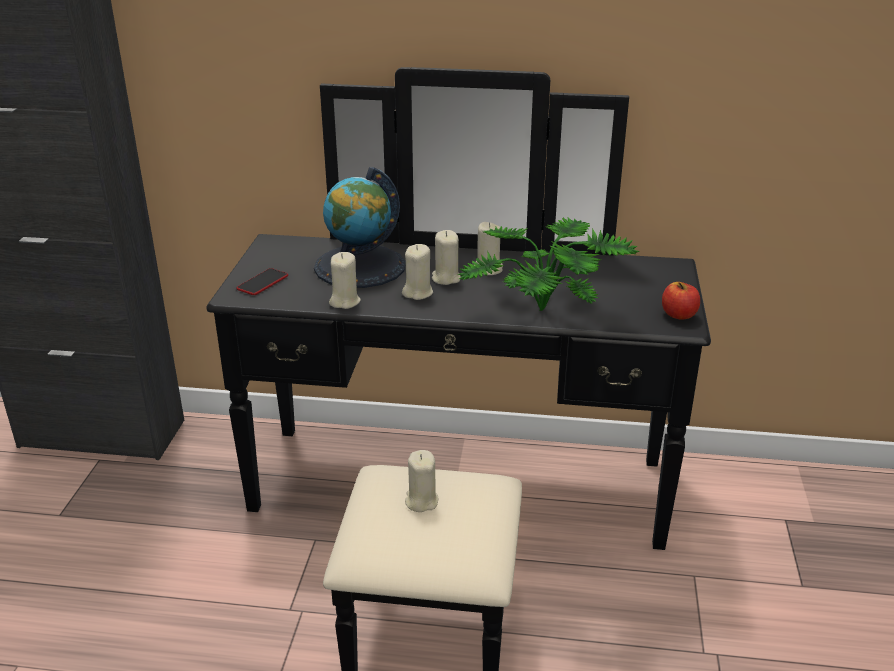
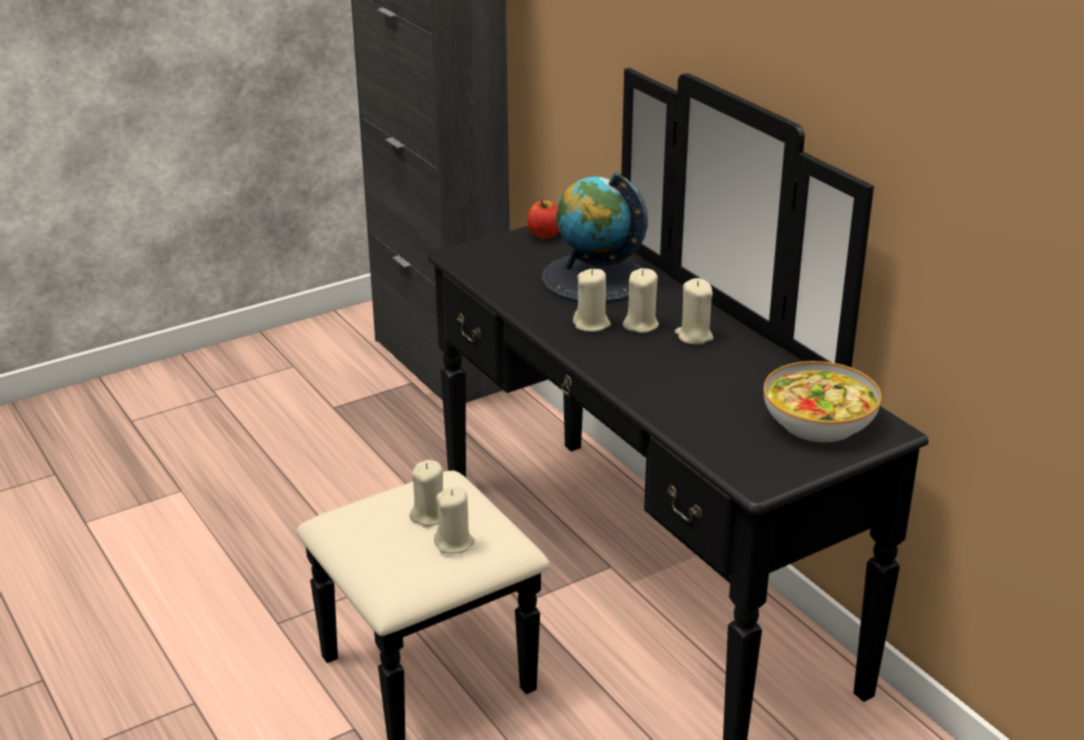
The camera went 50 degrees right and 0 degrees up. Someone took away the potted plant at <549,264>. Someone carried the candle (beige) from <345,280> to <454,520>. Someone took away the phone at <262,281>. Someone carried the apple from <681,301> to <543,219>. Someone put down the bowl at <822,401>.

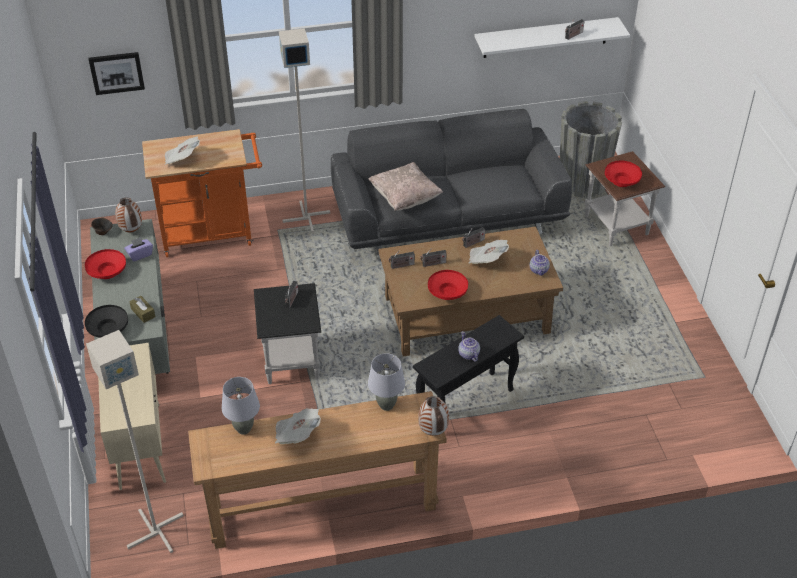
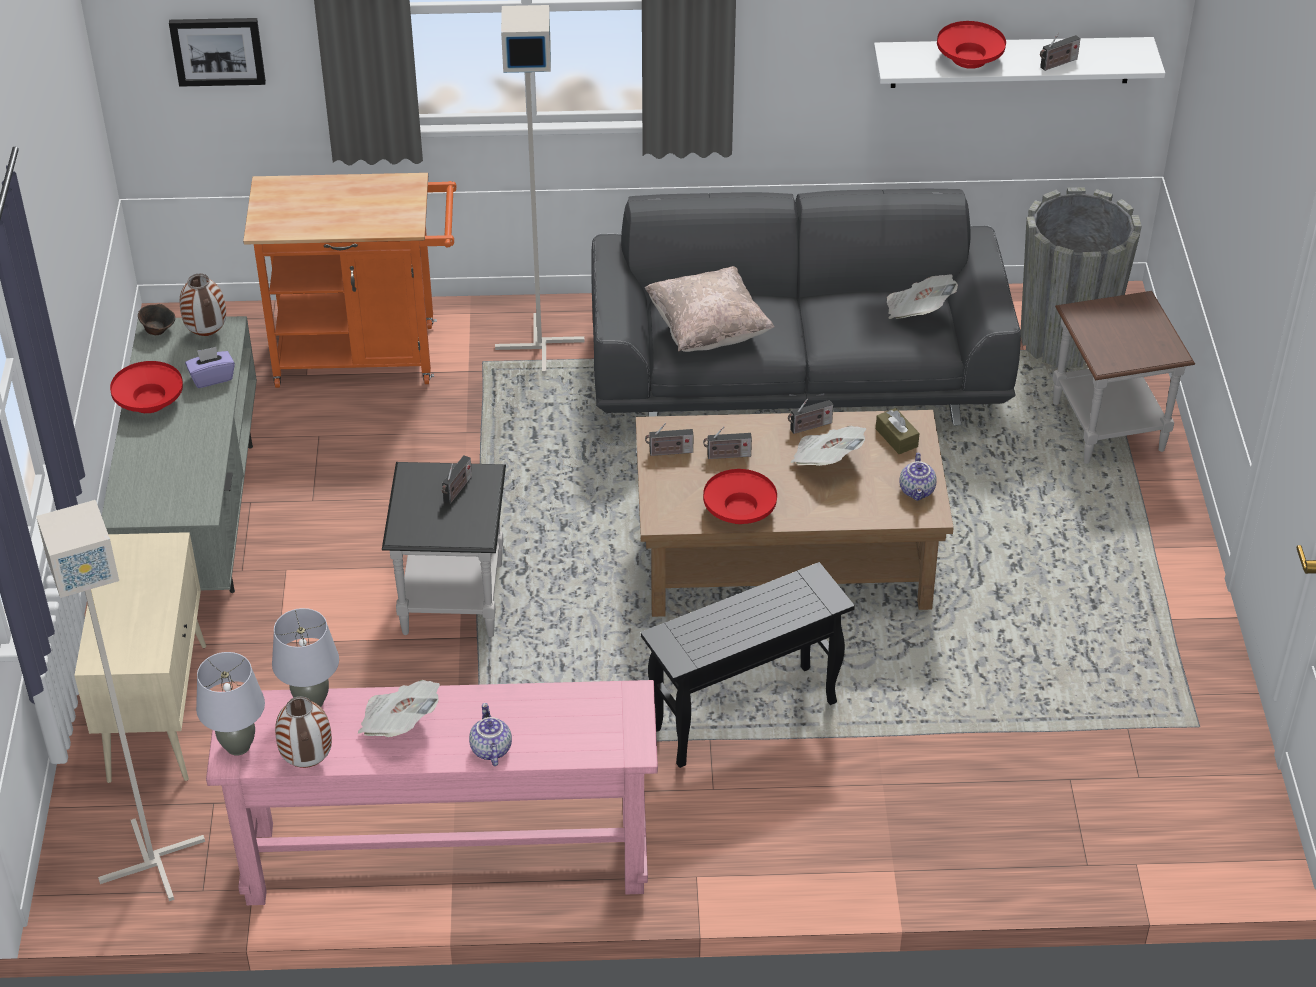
The camera went 10 degrees right and 0 degrees up. Someone carried the newspaper from <182,150> to <922,296>. Someone carried the bowl (red) from <623,174> to <971,44>. Someone carried the tissue box (brown) from <142,309> to <898,431>. Someone took away the bowl (black) at <106,321>. Someone carried the teapot from <469,346> to <490,734>. Someone carried the table lamp (grey) from <386,382> to <230,703>. Someone repainted the console table (brown) at <317,470>, which became the console table (pink) at <432,792>. Someone carried the vase from <433,416> to <303,732>.

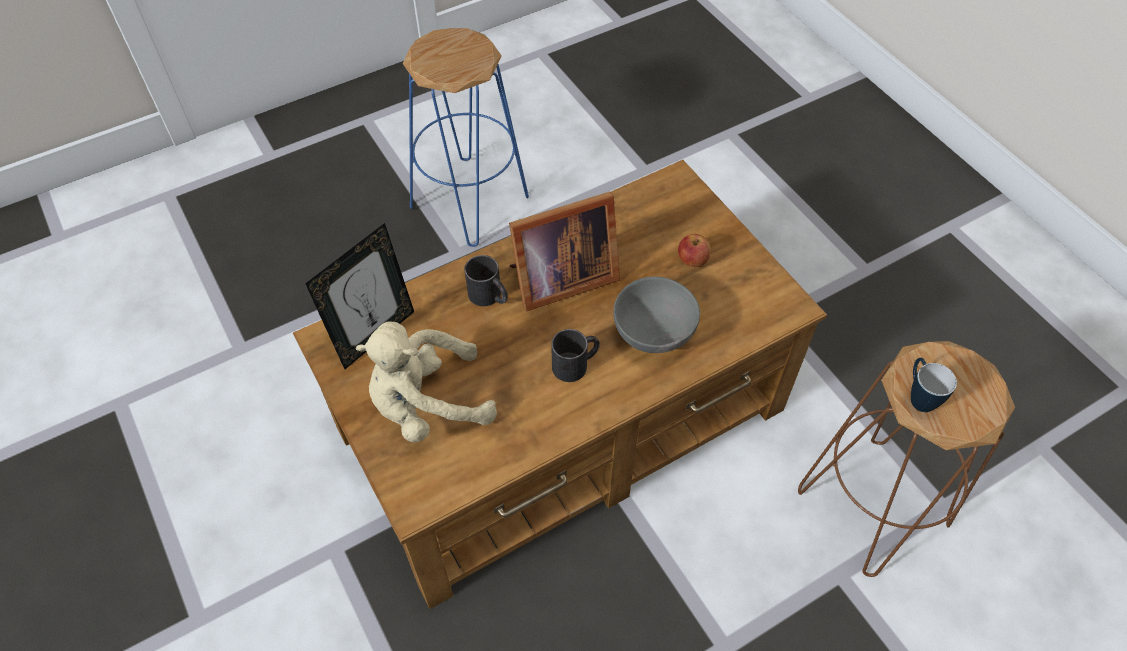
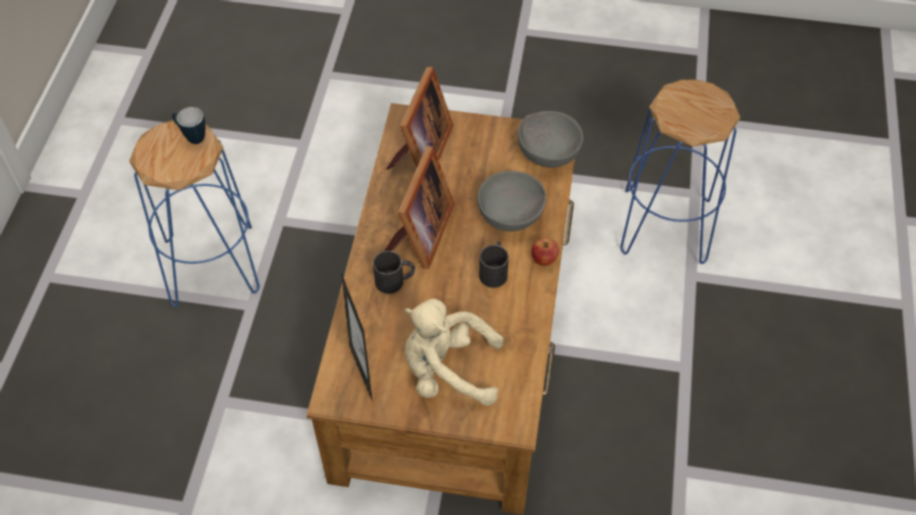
The camera went 50 degrees left and 0 degrees up. Someone carried the apple from <694,250> to <545,252>. Someone rotated the plush toy (beige) at <426,382> by 75 degrees clockwise. Someone repainted the stool (brown) at <906,459>, which became the stool (blue) at <680,171>. Someone carried the mug from <934,385> to <189,125>. Someone put down the picture frame at <420,118>. Someone put down the bowl (grey) at <550,139>.

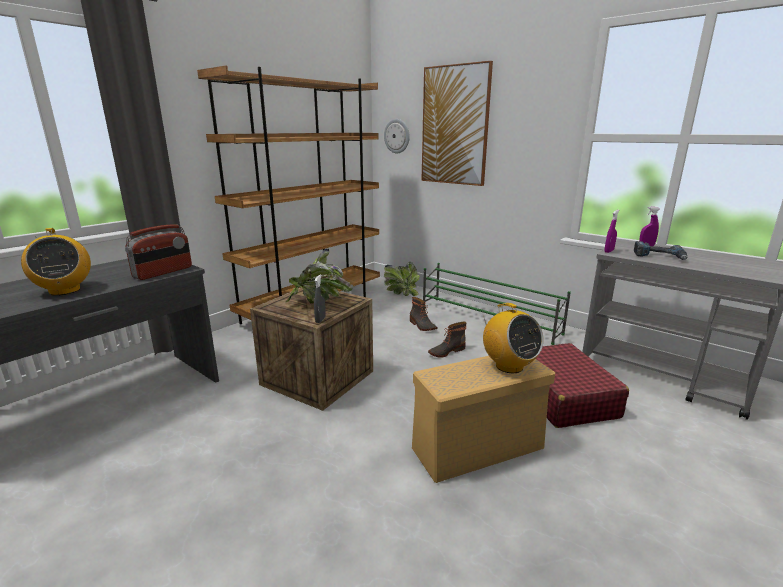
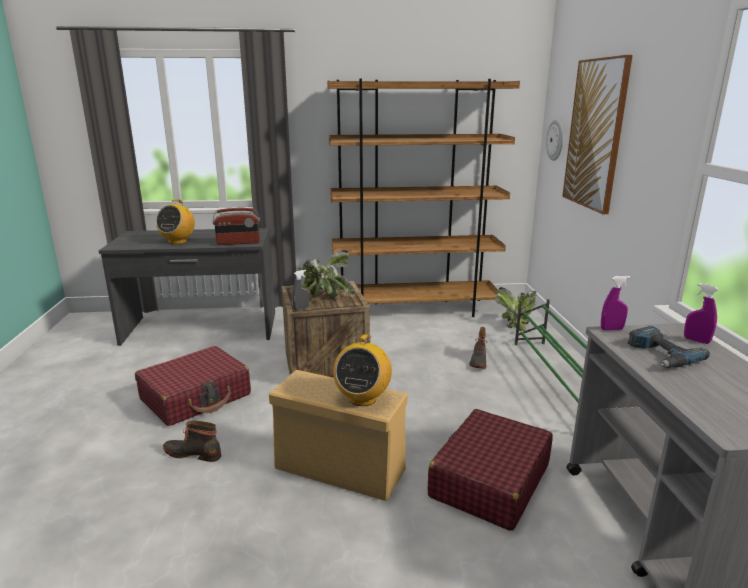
The camera went 45 degrees right and 0 degrees up. Someone carried the boot from <447,340> to <192,441>. Someone put down the suitcase (red) at <193,386>.

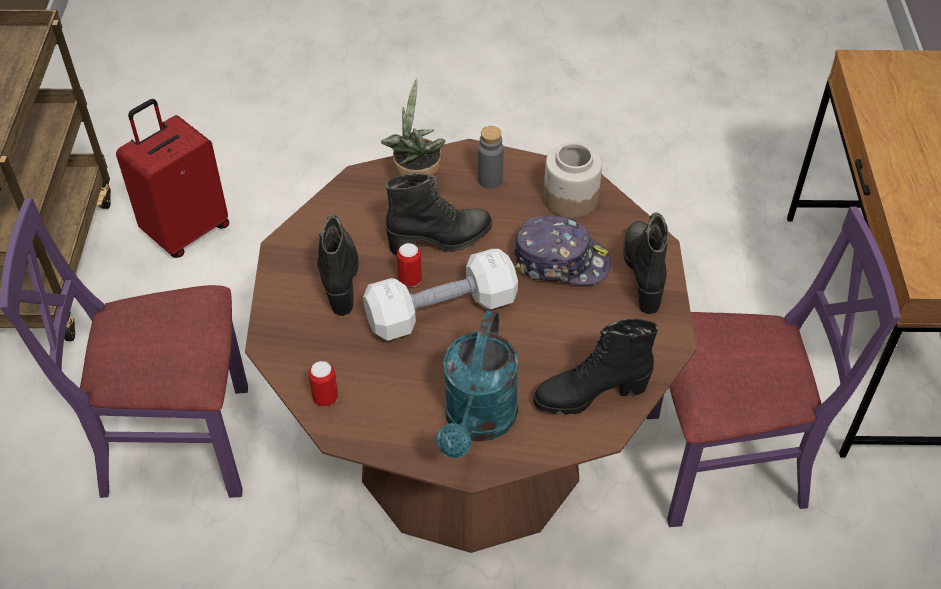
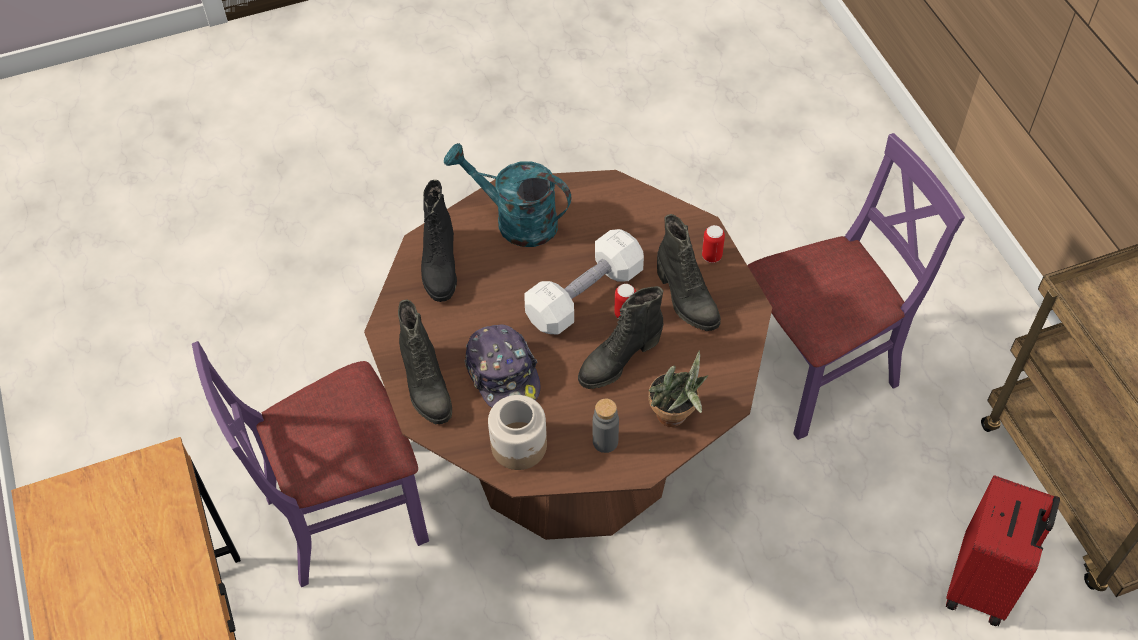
The camera went 160 degrees right and 5 degrees up. Someone rotated the cap at <562,250> by 105 degrees counterclockwise. Someone rotated the watering can (turquoise) at <477,384> by 60 degrees counterclockwise. Someone rotated the boot (black) at <595,366> by 120 degrees clockwise. Someone carried the can from <323,383> to <713,244>.

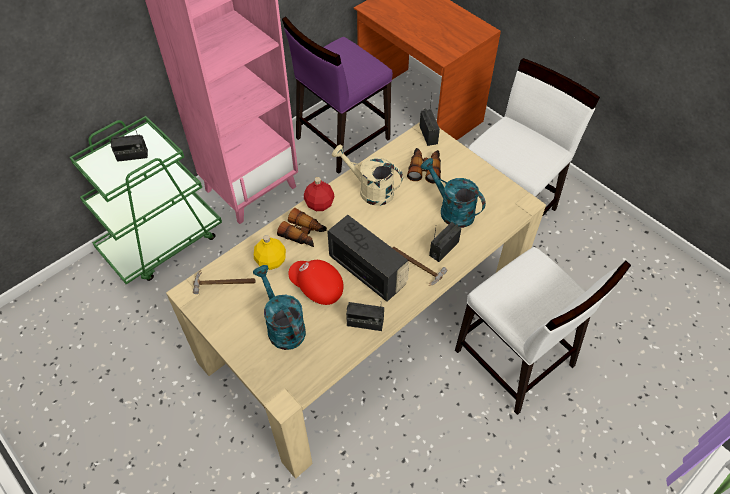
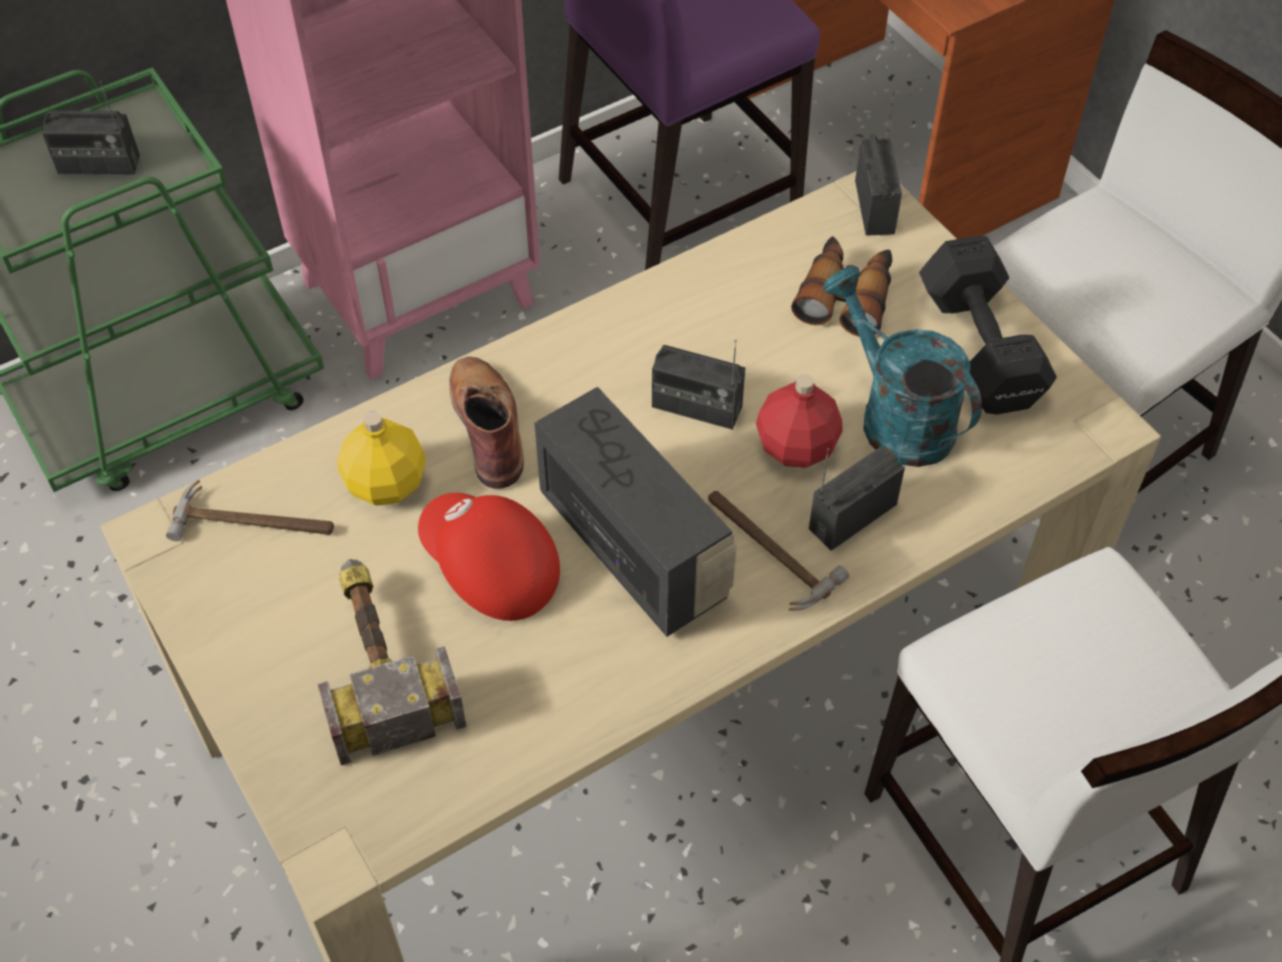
The camera went 10 degrees right and 0 degrees up. Someone took away the watering can (beige) at <367,175>. Someone carried the bottle (red) from <319,194> to <799,421>. Someone swapped the binoculars at <302,227> for the boot (brown) at <486,423>. Someone swapped the watering can (turquoise) at <279,307> for the hammer at <392,662>. Someone carried the radio from <365,316> to <698,385>. Someone put down the dumbbell (black) at <988,325>.

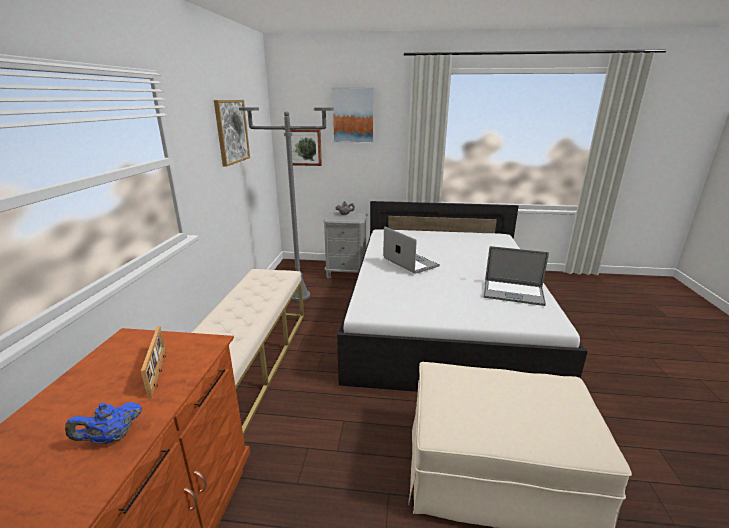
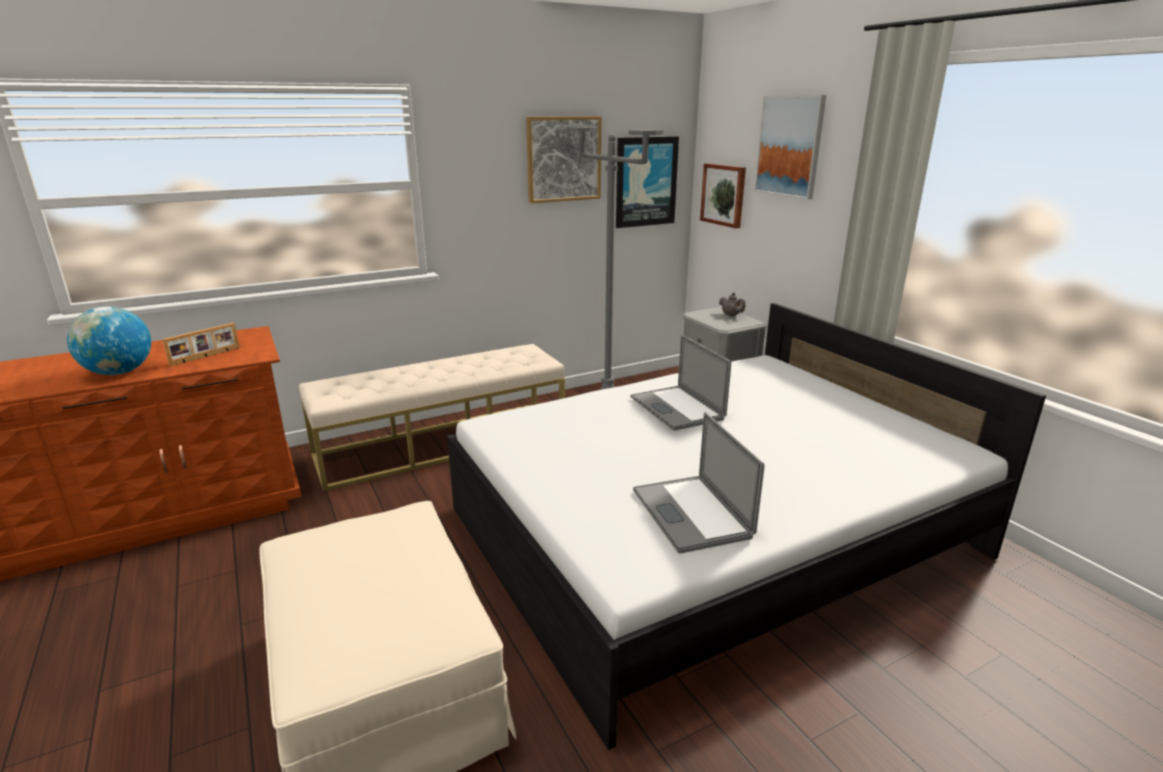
The camera went 55 degrees right and 0 degrees up. Someone rotated the laptop at <411,250> by 135 degrees clockwise. Someone swapped the teapot (blue) at <103,423> for the globe at <109,340>. Someone put up the picture at <647,182>.

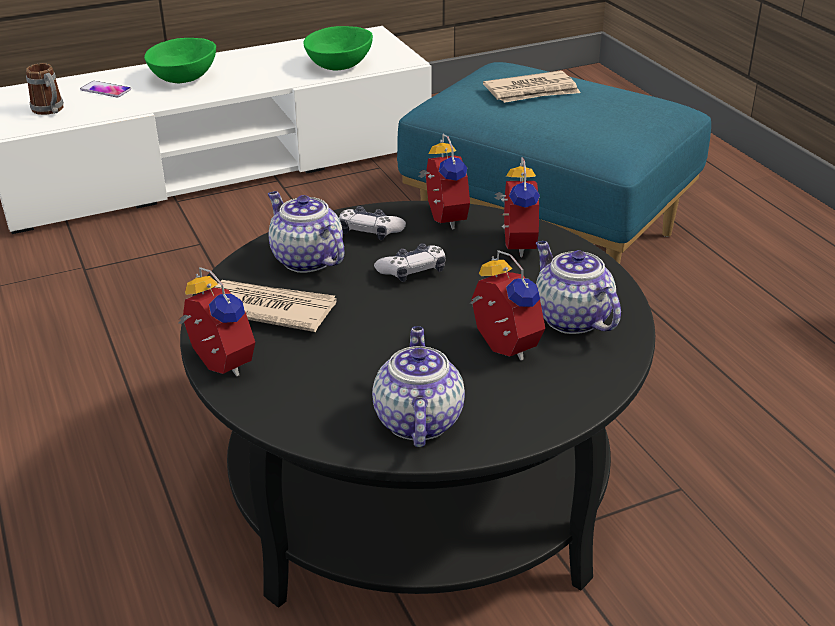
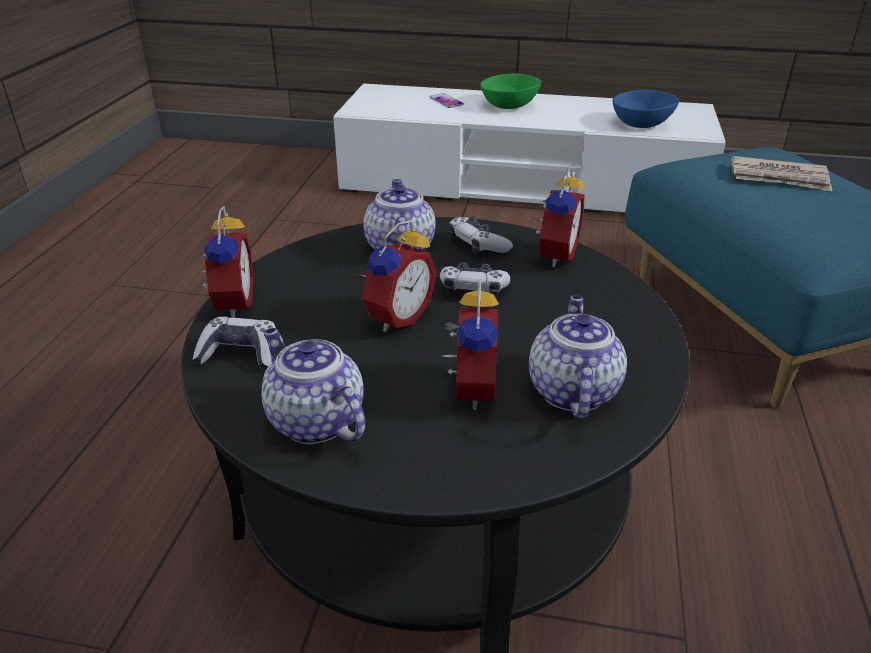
The camera went 35 degrees right and 0 degrees up. Someone repainted the bowl (green) at <338,48>, which became the bowl (blue) at <646,109>. Someone took away the mug at <45,89>. Someone carried the alarm clock from <517,207> to <399,276>. Someone took away the newspaper at <275,306>. Someone rotated the teapot at <418,386> by 75 degrees counterclockwise. Someone put down the game controller at <234,343>.

